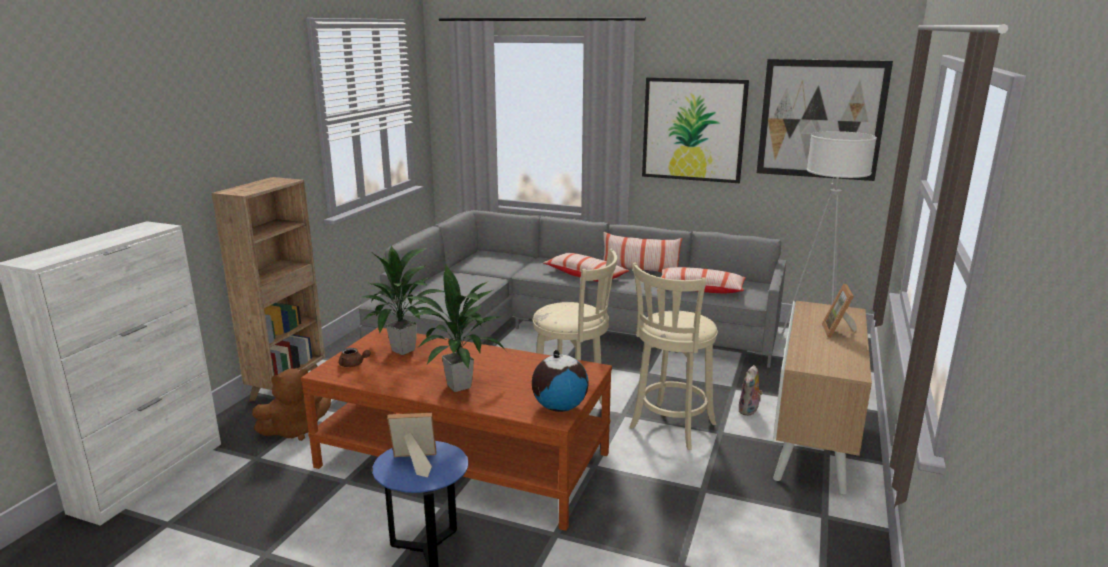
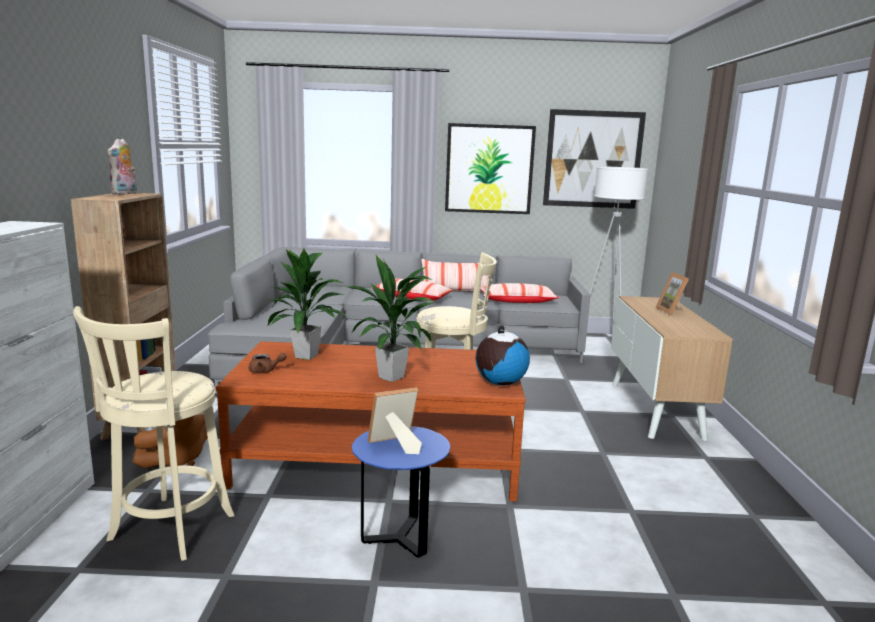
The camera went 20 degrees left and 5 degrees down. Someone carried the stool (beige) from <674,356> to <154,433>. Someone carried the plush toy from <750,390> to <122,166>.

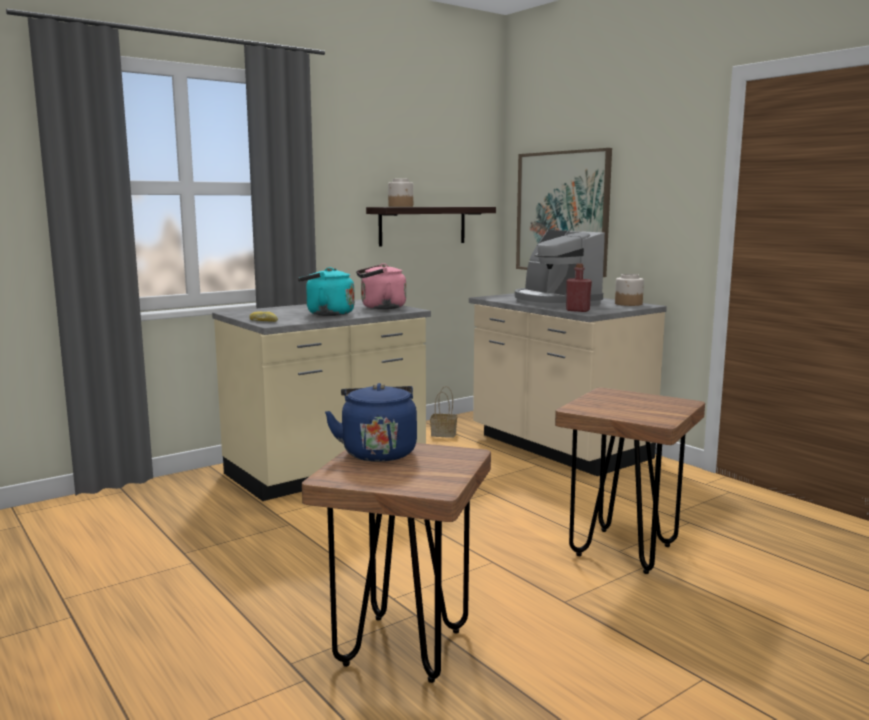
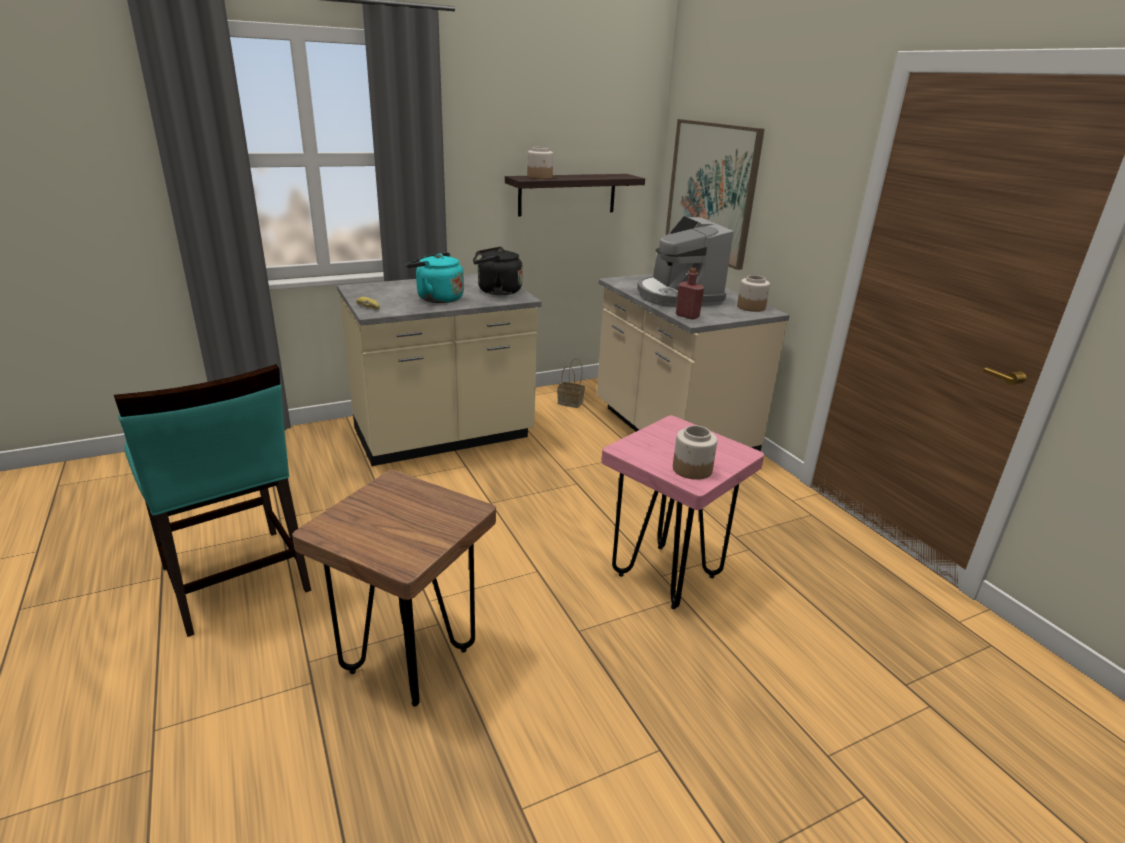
The camera went 10 degrees right and 15 degrees up. Someone repainted the kettle (pink) at <381,286>, which became the kettle (black) at <498,271>. Someone took away the kettle (blue) at <371,422>. Someone repainted the stool (brown) at <630,480>, which became the stool (pink) at <682,512>. Someone put down the chair (turquoise) at <212,500>. Someone put down the jar at <695,453>.

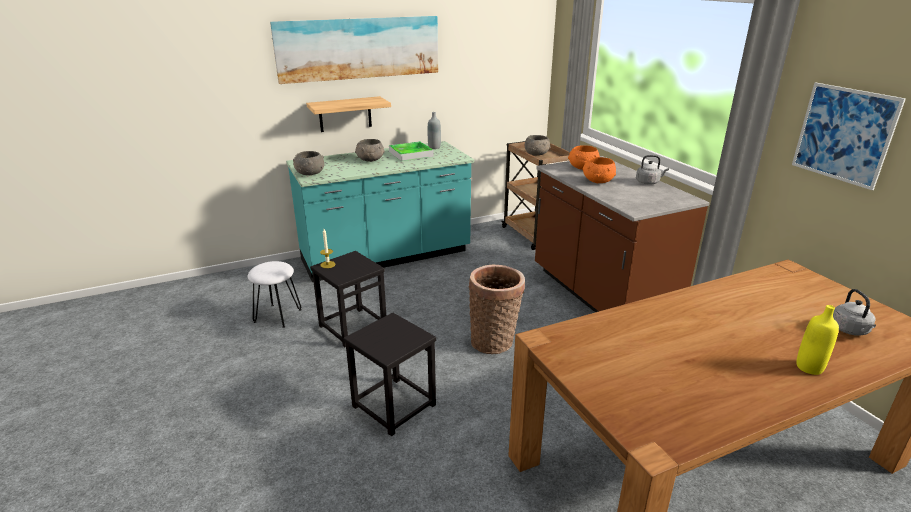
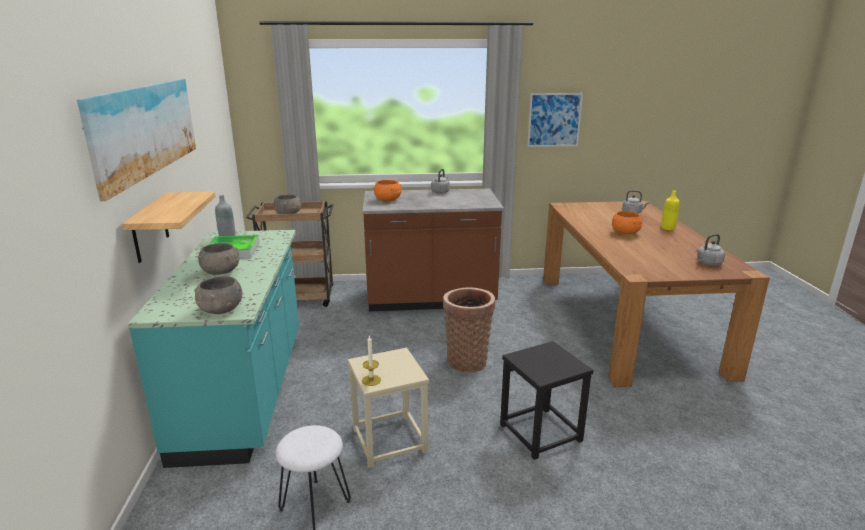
The camera went 70 degrees left and 5 degrees down. Someone carried the bowl (orange) from <599,170> to <627,223>. Someone repainted the stool (black) at <348,299>, which became the stool (beige) at <388,408>. Someone put down the kettle (grey) at <710,249>.

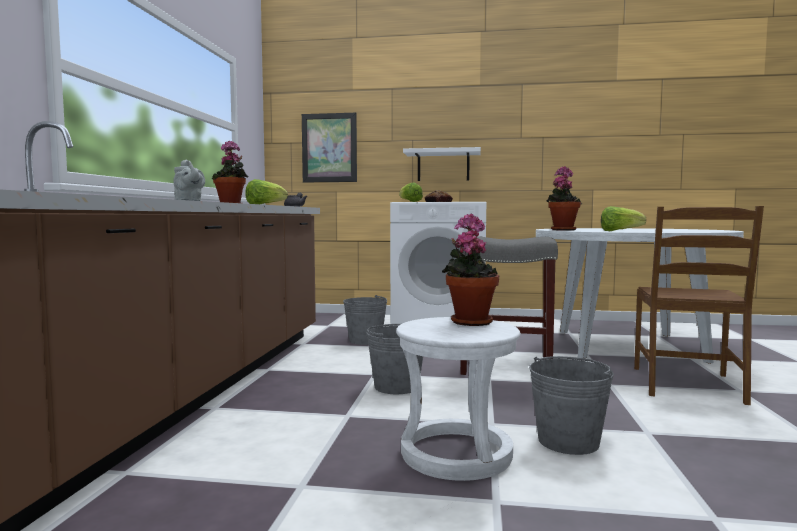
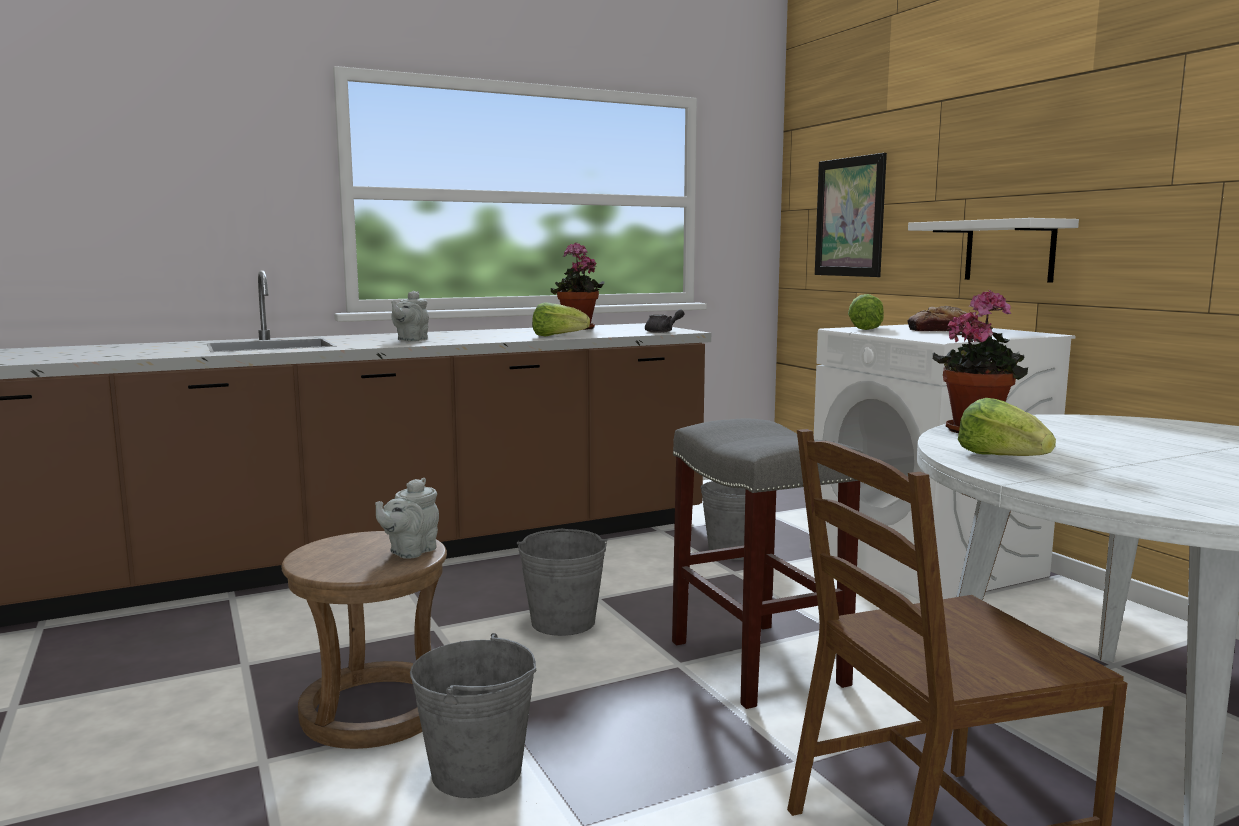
The camera went 55 degrees right and 5 degrees up. Someone swapped the potted plant at <470,270> for the teapot (grey) at <407,518>. Someone repainted the stool (white) at <458,399>, which became the stool (brown) at <364,640>.

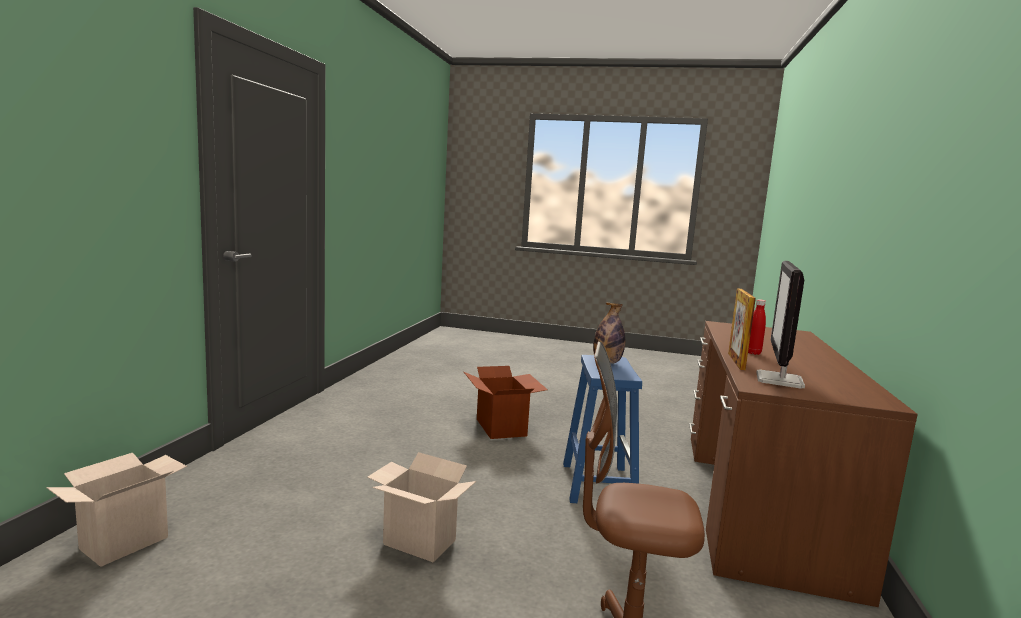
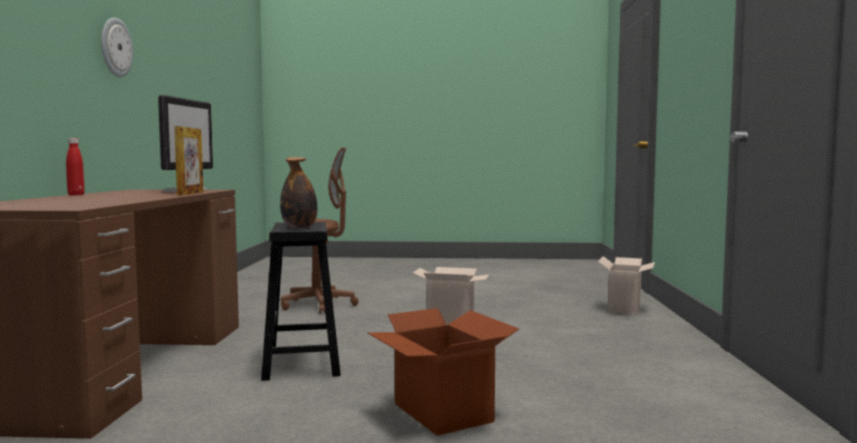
The camera went 170 degrees right and 5 degrees down. Someone carried the bottle (red) from <757,327> to <75,166>. Someone repainted the stool (blue) at <602,429>, which became the stool (black) at <301,301>. Someone put up the wall clock at <117,47>.

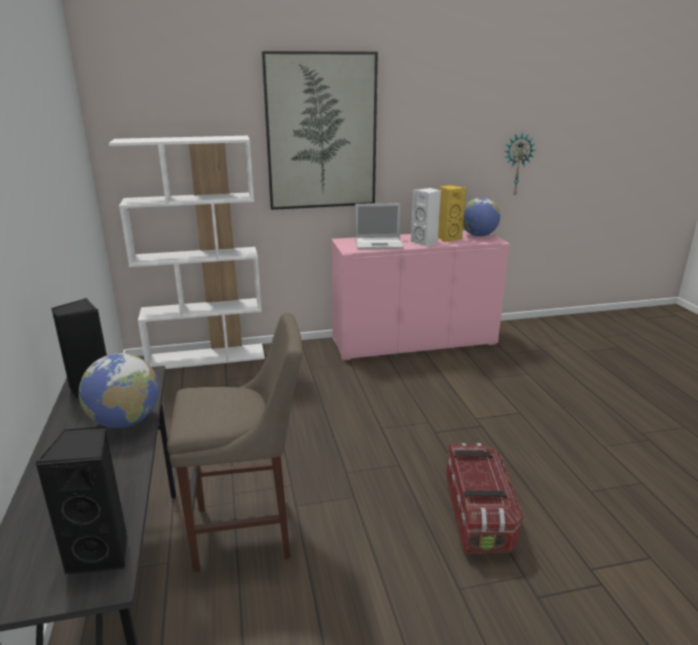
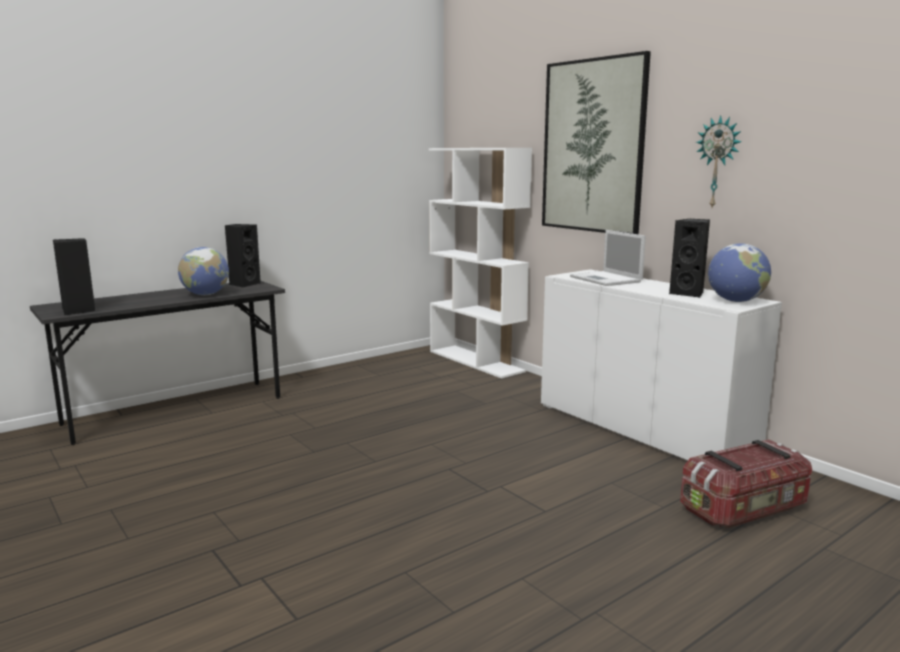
The camera went 65 degrees right and 10 degrees down. Someone carried the wall clock from <520,164> to <719,161>. Someone repainted the speaker (yellow) at <452,213>, which became the speaker (black) at <689,258>. Someone took away the speaker (white) at <426,217>. Someone repainted the cabinet (pink) at <420,296>, which became the cabinet (white) at <661,364>. Someone took away the stool (beige) at <235,442>. Someone carried the storage box from <485,498> to <746,484>.

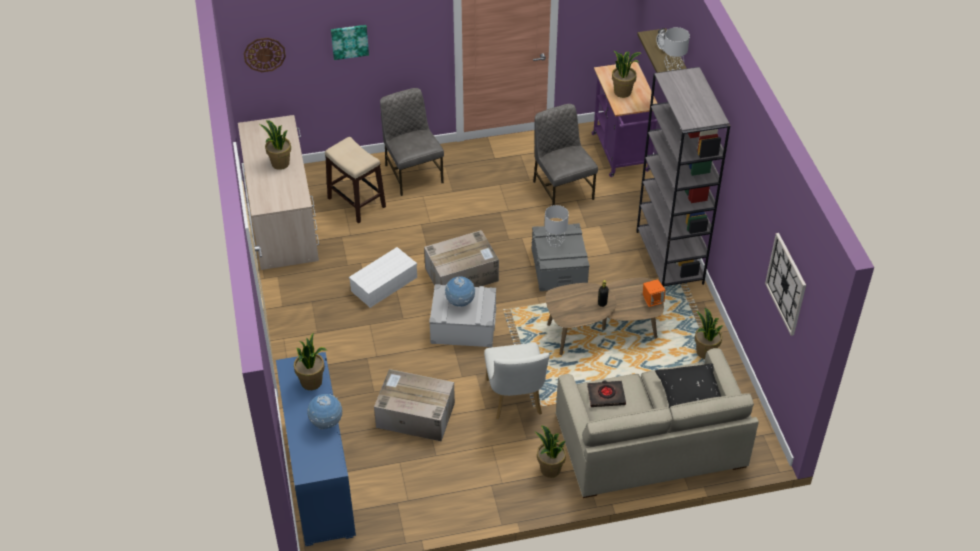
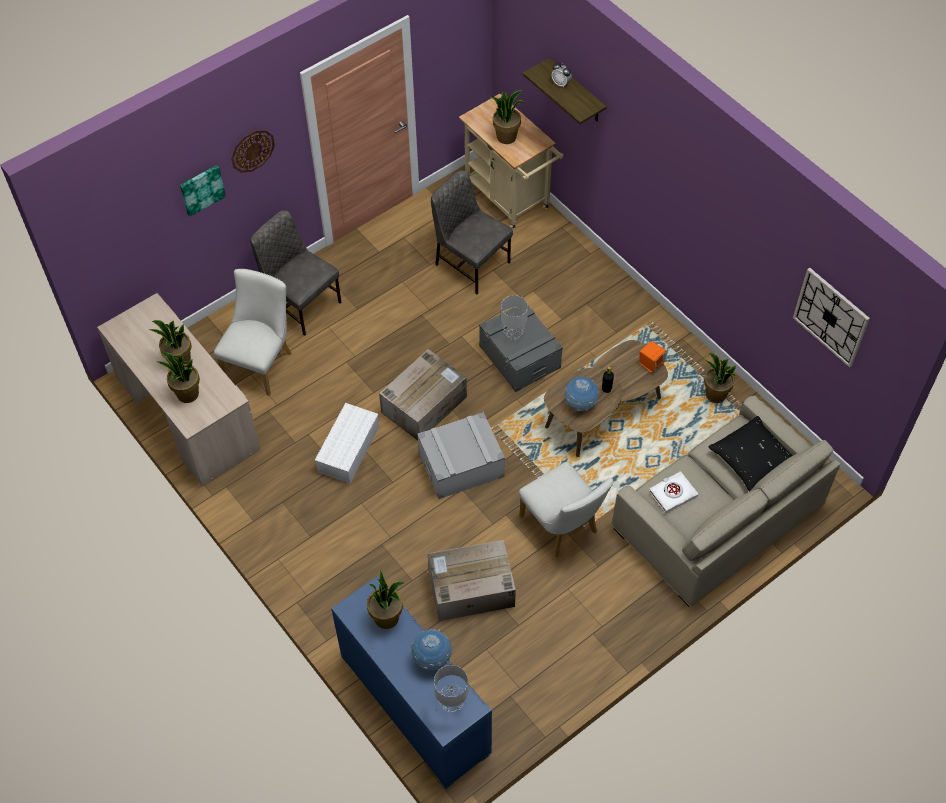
The camera went 25 degrees left and 10 degrees up. Someone carried the table lamp (grey) from <677,49> to <451,688>. Someone carried the wall clock from <265,55> to <253,151>. Someone repainted the cart (purple) at <624,119>, which became the cart (beige) at <511,161>. Someone took away the bookcase (grey) at <683,177>. Someone swapped the stool at <355,180> for the chair (white) at <252,332>. Someone carried the globe from <460,291> to <581,394>. Someone repainted the book (black) at <606,394>, which became the book (white) at <673,492>. Someone carried the potted plant from <550,451> to <178,377>.

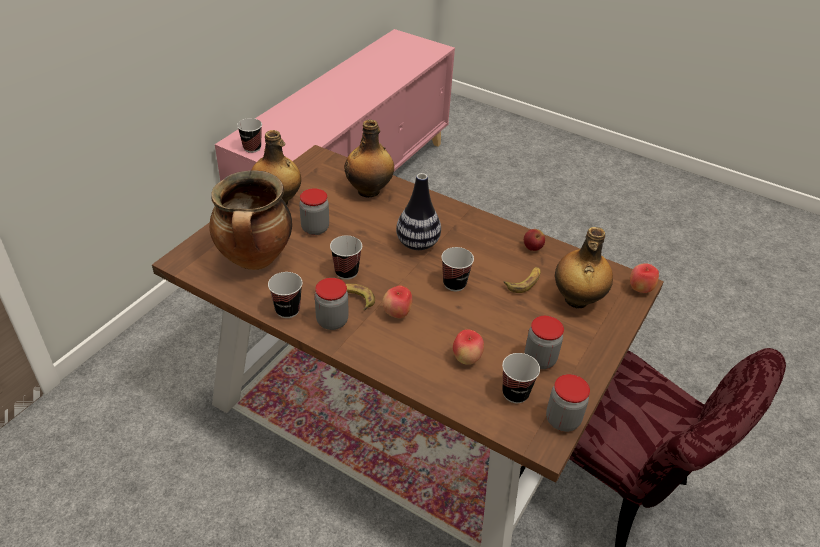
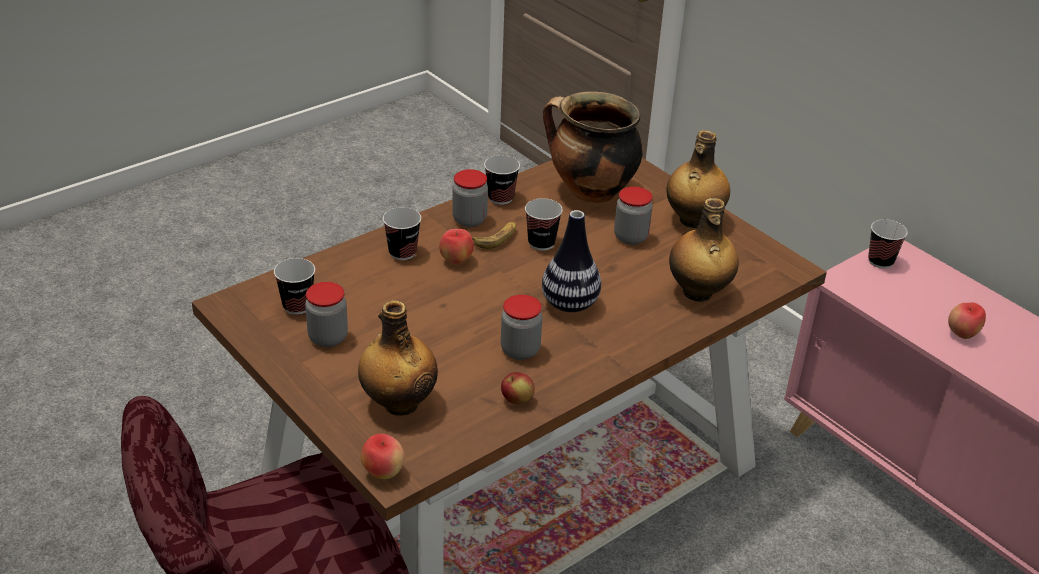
The camera went 110 degrees right and 5 degrees down. Someone carried the cup from <457,269> to <402,233>. Someone took away the banana at <522,280>. Someone carried the apple from <468,347> to <967,321>. Someone carried the jar from <568,403> to <521,327>.

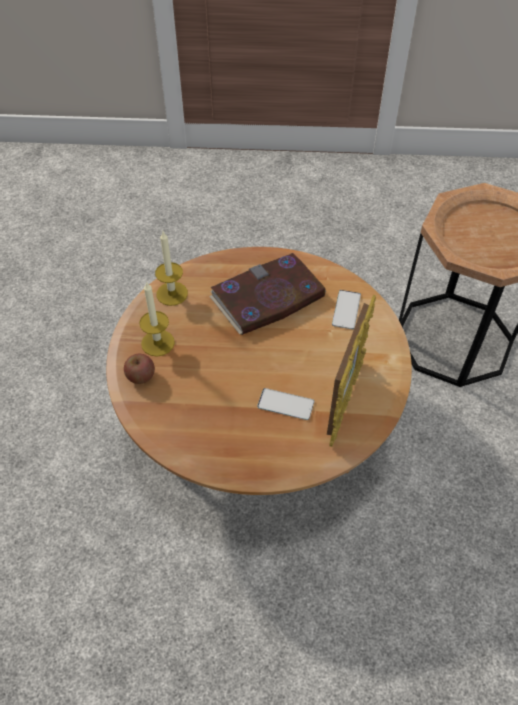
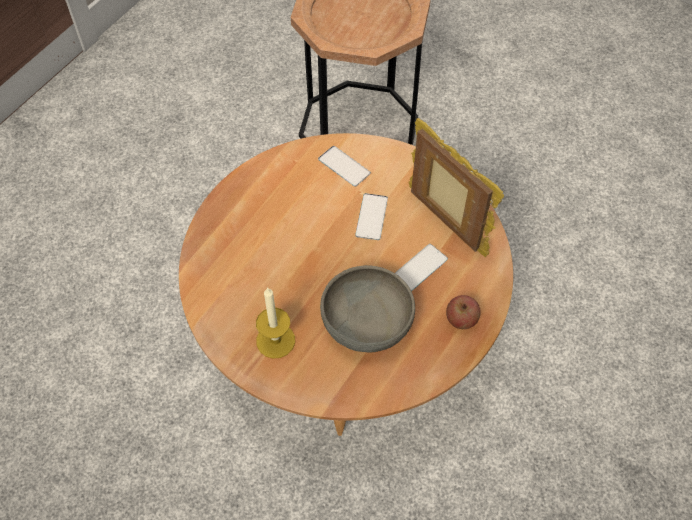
The camera went 60 degrees left and 5 degrees up. Someone took away the candle at <171,269>. Someone took away the book at <267,294>. Someone carried the apple from <139,369> to <463,312>. Someone put down the phone at <371,216>. Someone put down the bowl (grey) at <367,308>.

